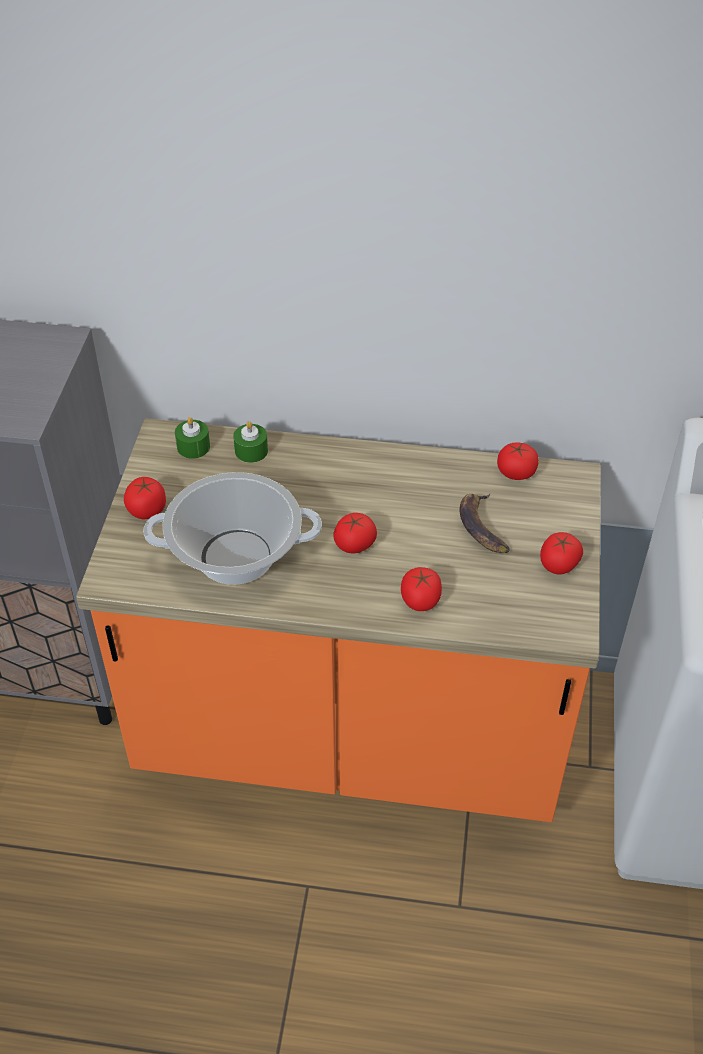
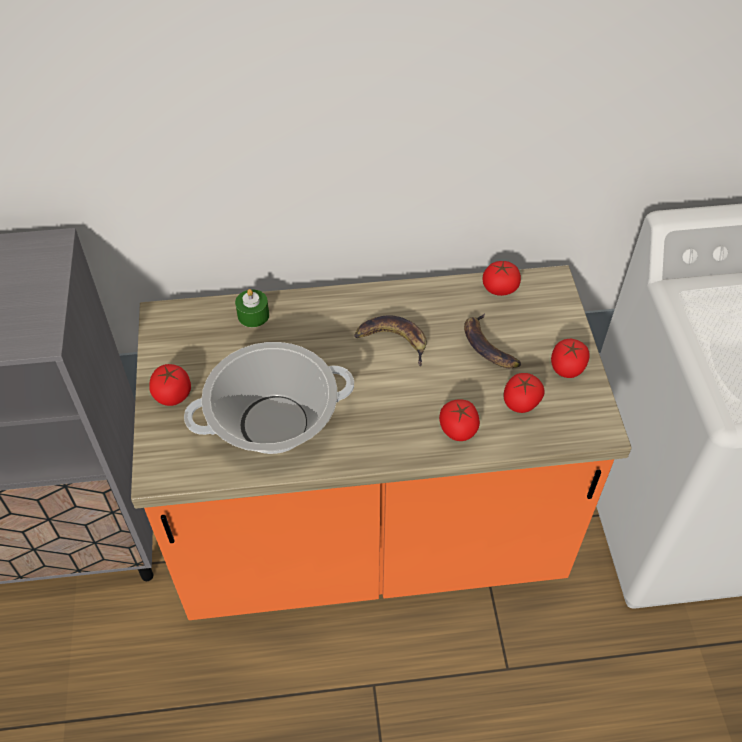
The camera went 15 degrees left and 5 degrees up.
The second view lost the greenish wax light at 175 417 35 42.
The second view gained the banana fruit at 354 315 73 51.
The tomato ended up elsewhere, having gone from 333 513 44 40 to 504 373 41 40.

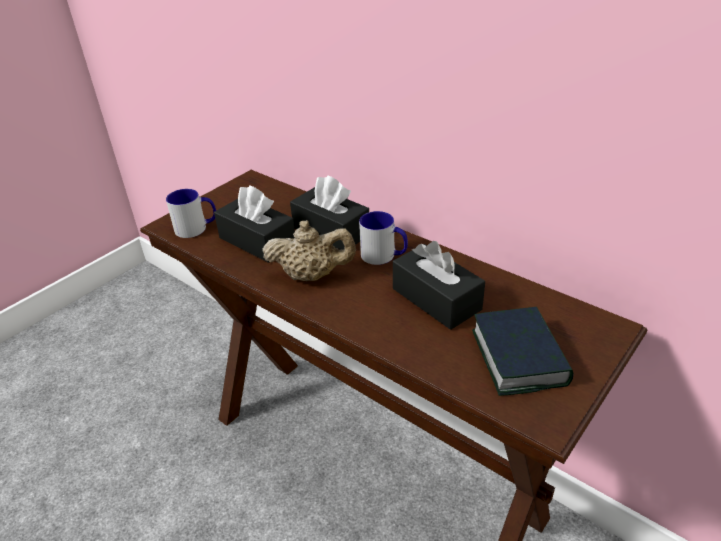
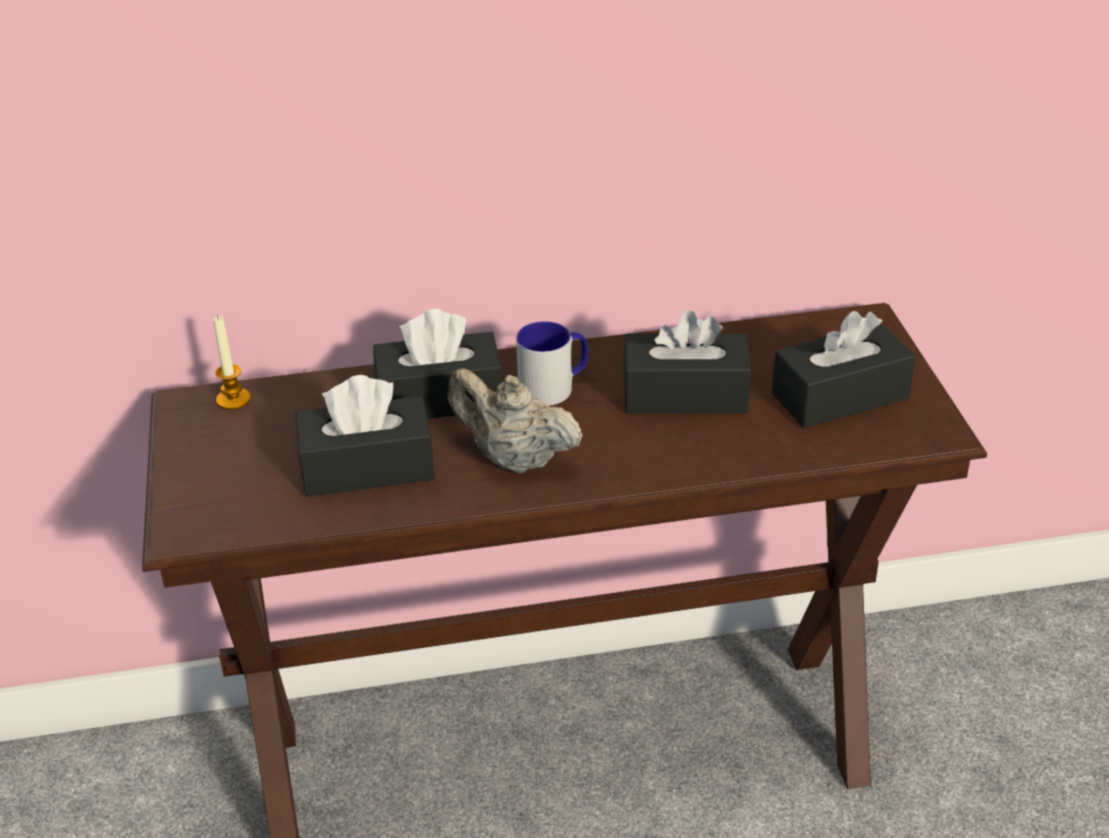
The camera went 50 degrees left and 0 degrees up.
The second view lost the tea mug at 166 189 50 49.
The second view gained the wax light at 213 315 38 95.
Where the book stood at 472 307 102 89, the black tissue box came to stand at 772 311 144 117.
The beige-coloured teapot at 262 220 94 61 ended up facing another way, 105 degrees counterclockwise from before.

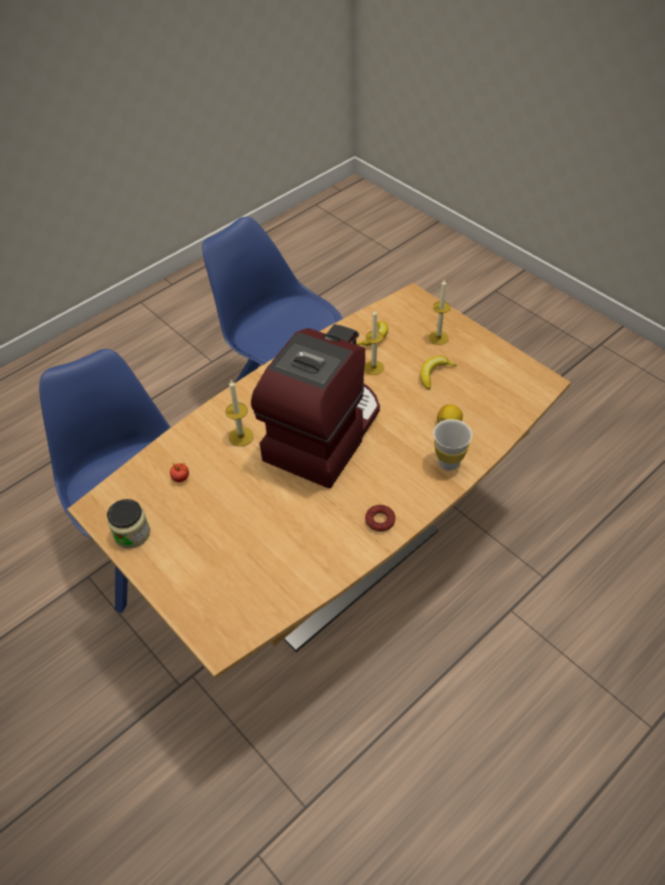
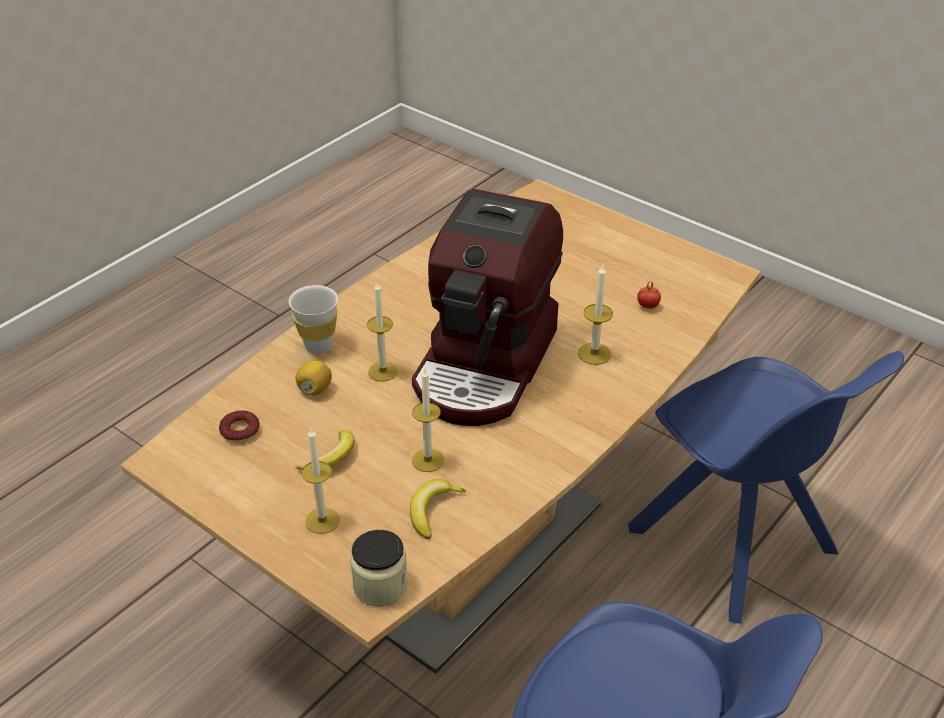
The camera went 170 degrees right and 10 degrees down.
The second view gained the wax light at 367 282 31 100.
The storage jar ended up elsewhere, having gone from 107 499 43 50 to 350 530 58 77.
The ring doughnut ended up elsewhere, having gone from 365 505 30 27 to 219 411 41 32.

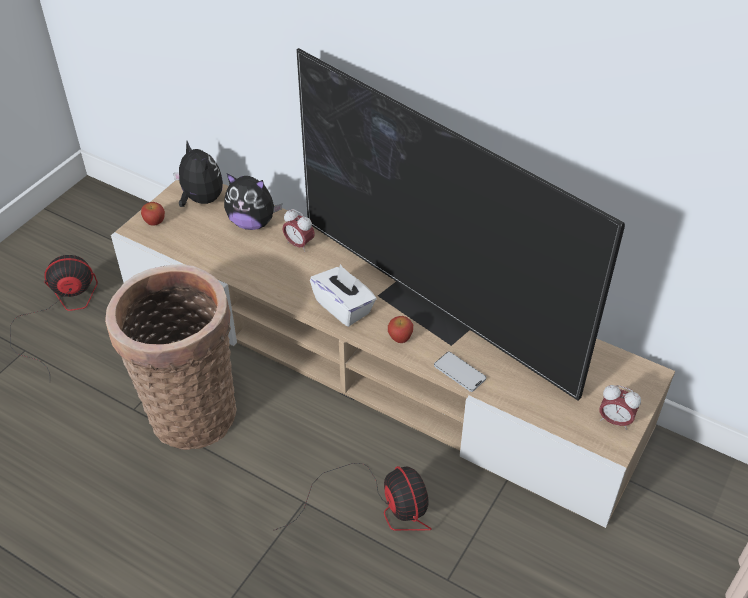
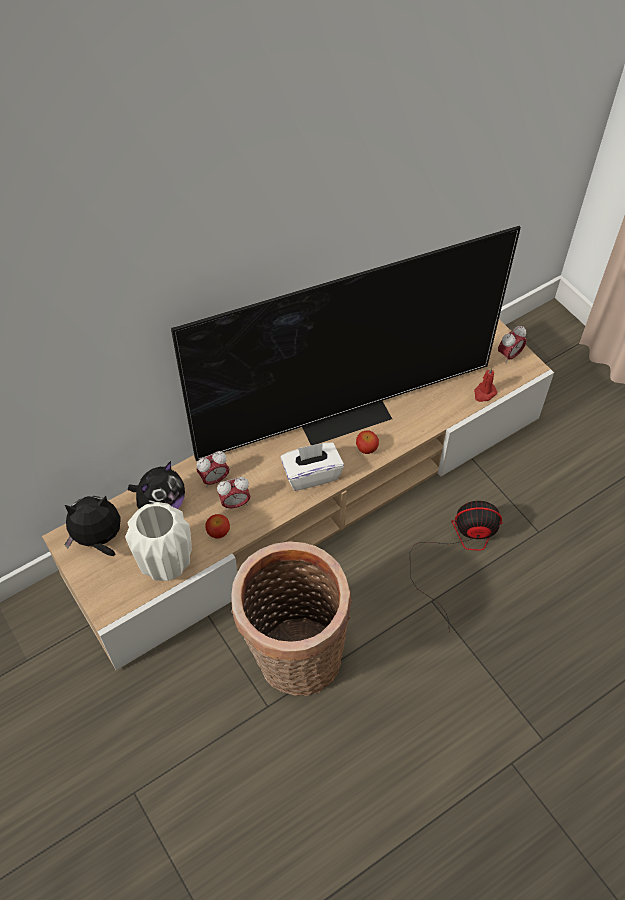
The camera went 65 degrees left and 10 degrees up.
The second view lost the electric fan at 10 255 88 119.
The second view lost the phone at 434 352 52 40.
The second view gained the whitish decorative vase at 125 502 67 79.
The second view gained the bedside clock at 217 477 33 34.
The second view gained the red wax light at 474 367 23 35.
The whole apple ended up elsewhere, having gone from 141 202 24 24 to 205 514 25 25.

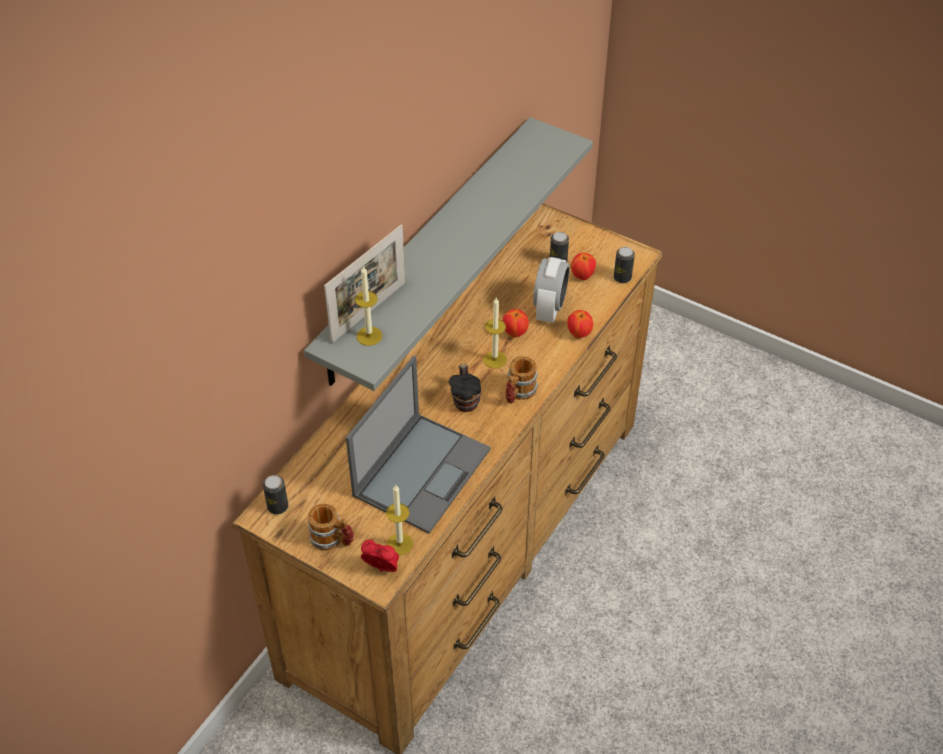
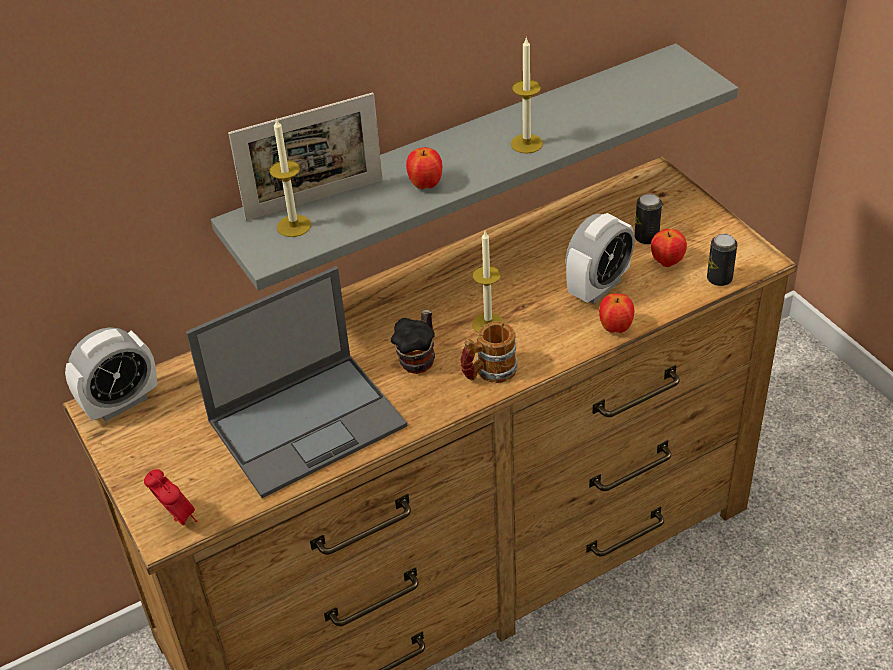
The camera went 30 degrees right and 5 degrees down.
The second view lost the tea mug at 308 504 46 47.
The wax light ended up elsewhere, having gone from 386 484 27 72 to 511 37 32 117.
The whole apple ended up elsewhere, having gone from 502 309 27 29 to 406 147 36 42.
Where the can stood at 263 475 25 39, the bedside clock came to stand at 65 327 92 94.

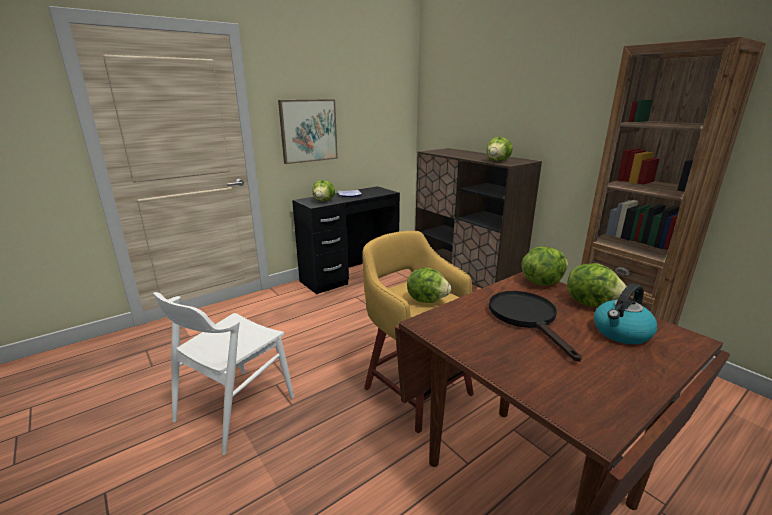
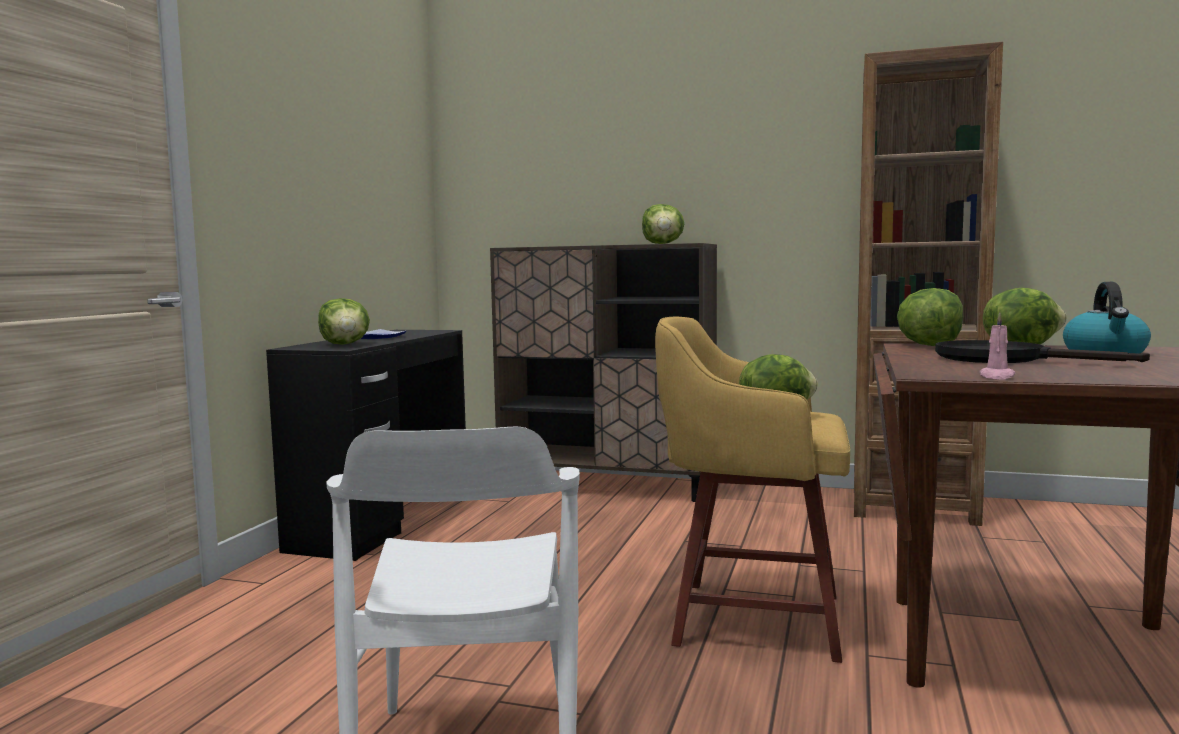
The camera went 35 degrees left and 15 degrees down.
The second view lost the wall picture at 278 99 60 65.
The second view gained the pink-coloured wax light at 980 312 35 68.

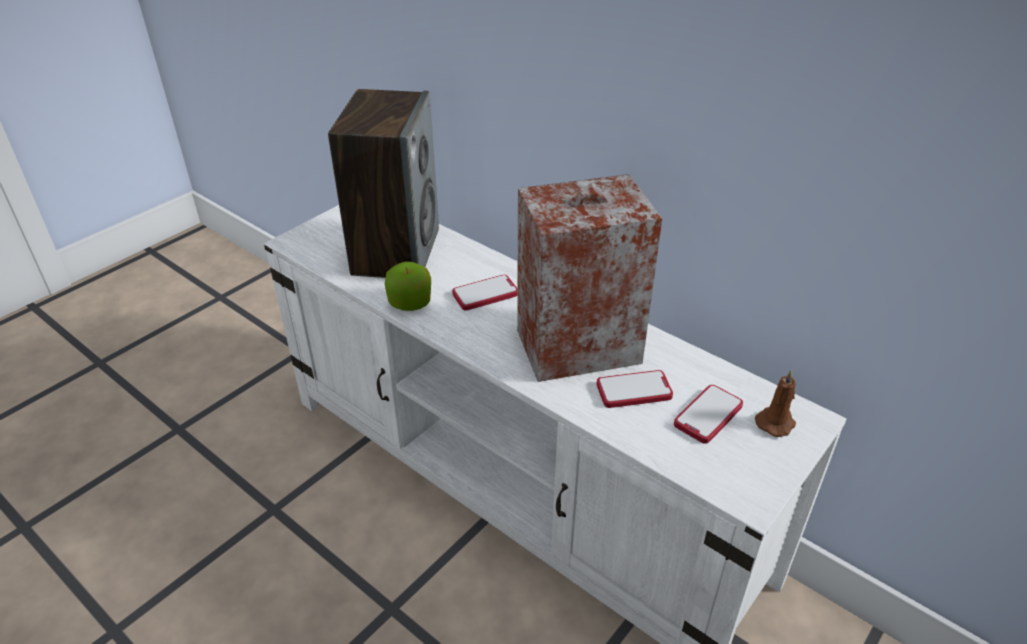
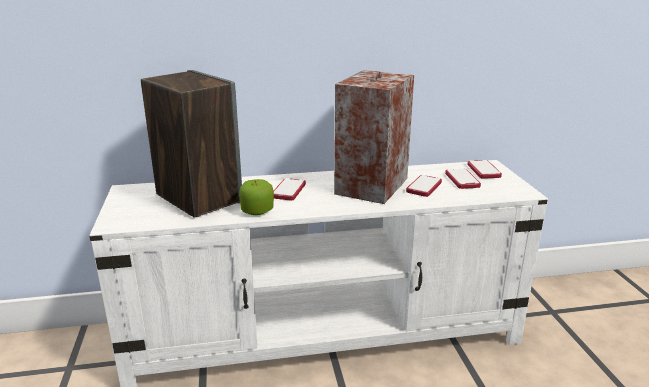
The camera went 50 degrees left and 15 degrees down.
Where the brown wax light stood at 755 370 41 67, the phone came to stand at 467 160 35 19.

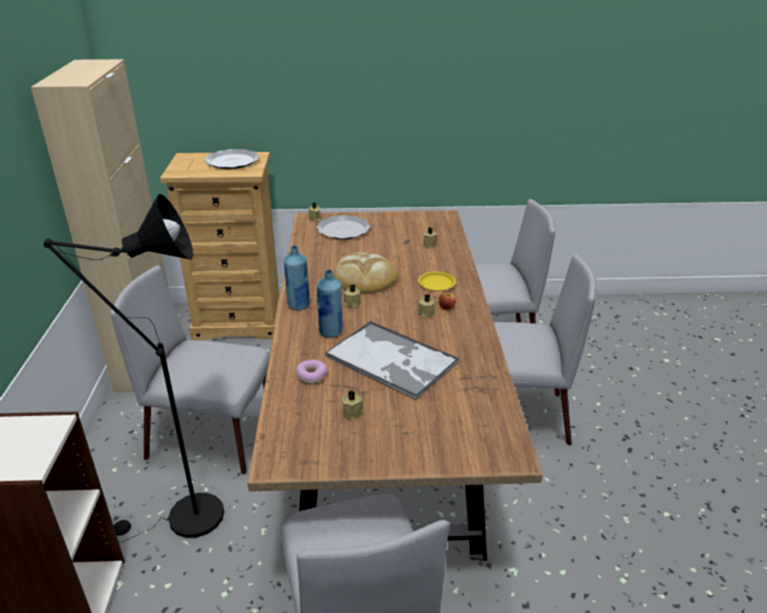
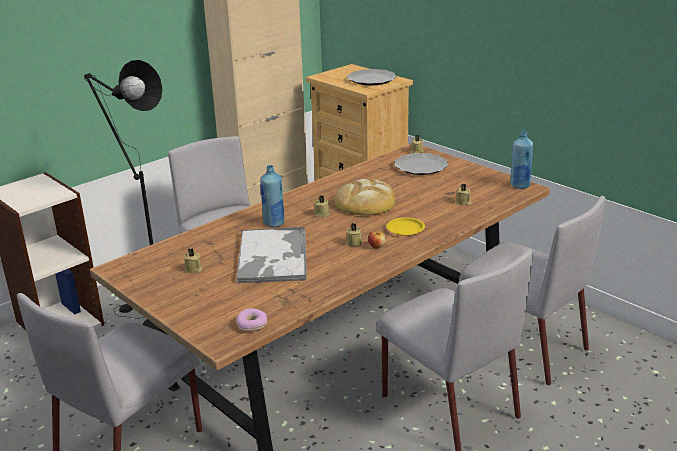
The camera went 50 degrees right and 5 degrees down.
The blue drink bottle ended up elsewhere, having gone from 284 246 26 64 to 510 131 23 58.
The ring doughnut ended up elsewhere, having gone from 296 360 31 24 to 236 308 31 24.

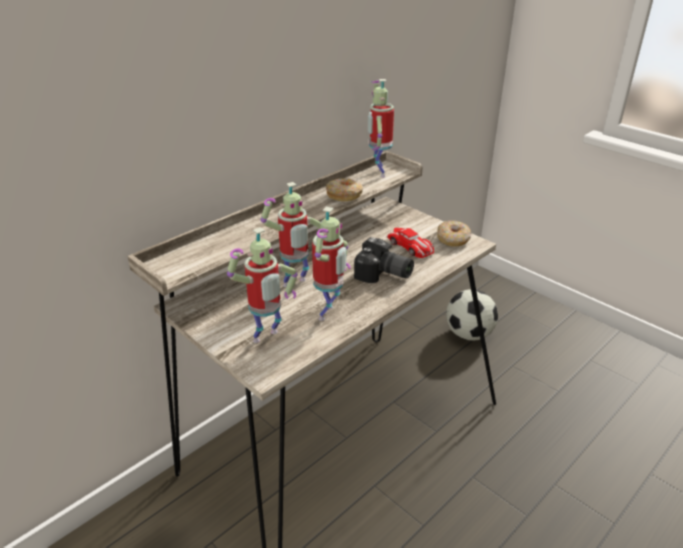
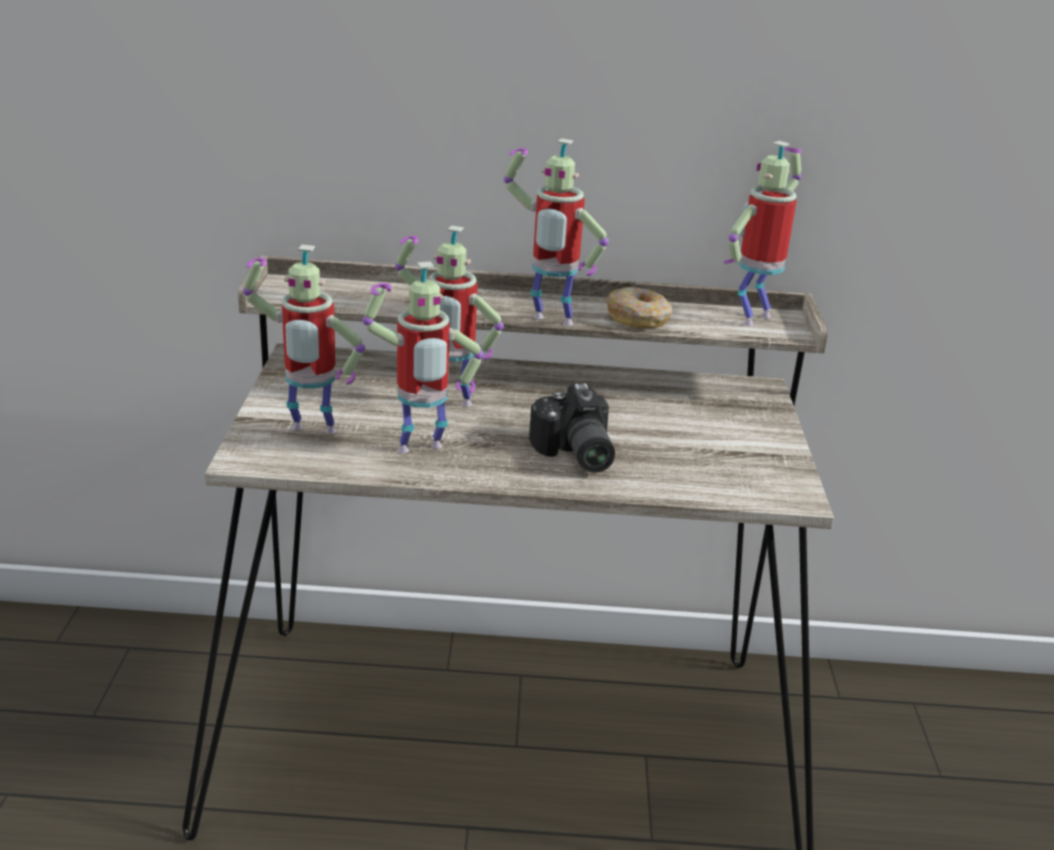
The camera went 45 degrees right and 5 degrees down.
The second view lost the model car at 386 228 48 30.
The second view lost the ring doughnut at 437 221 34 26.
The second view lost the football ball at 446 289 52 51.
The second view gained the robot figure at 504 139 105 187.

